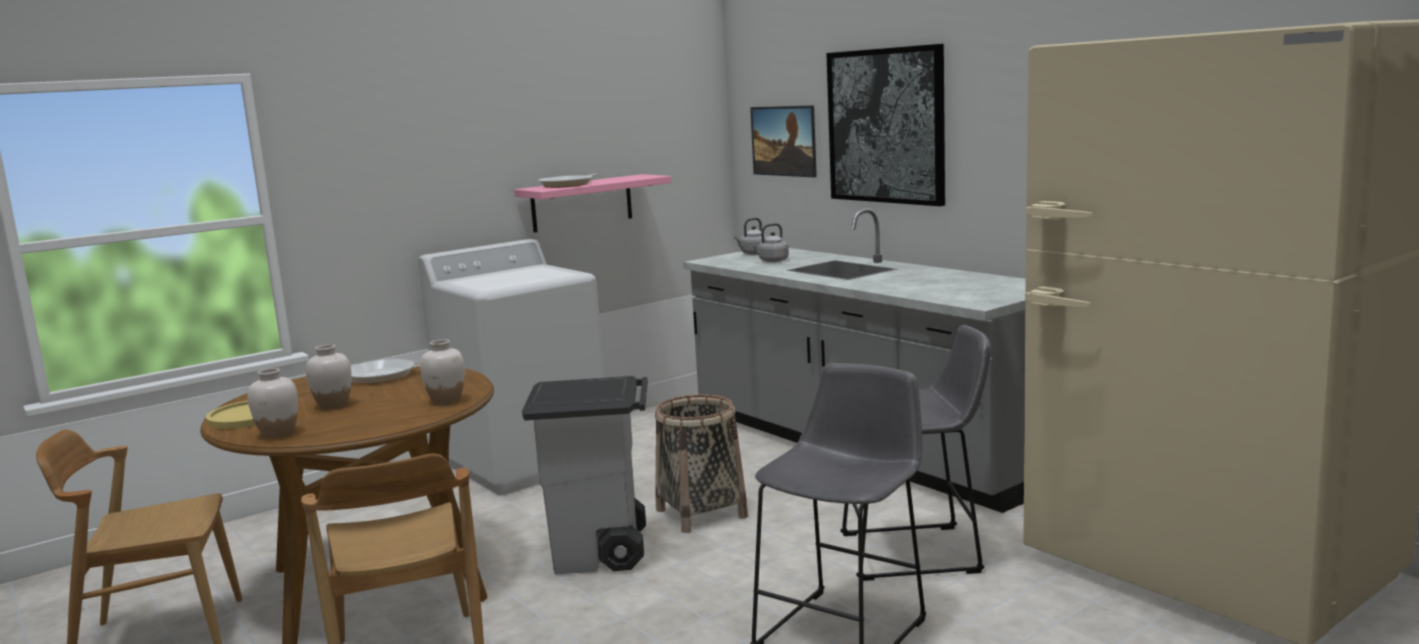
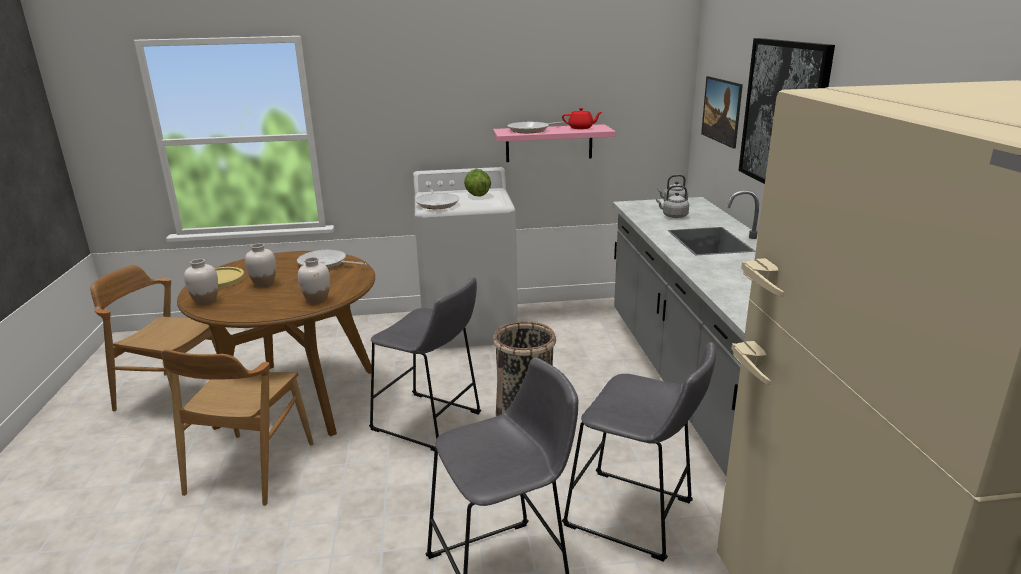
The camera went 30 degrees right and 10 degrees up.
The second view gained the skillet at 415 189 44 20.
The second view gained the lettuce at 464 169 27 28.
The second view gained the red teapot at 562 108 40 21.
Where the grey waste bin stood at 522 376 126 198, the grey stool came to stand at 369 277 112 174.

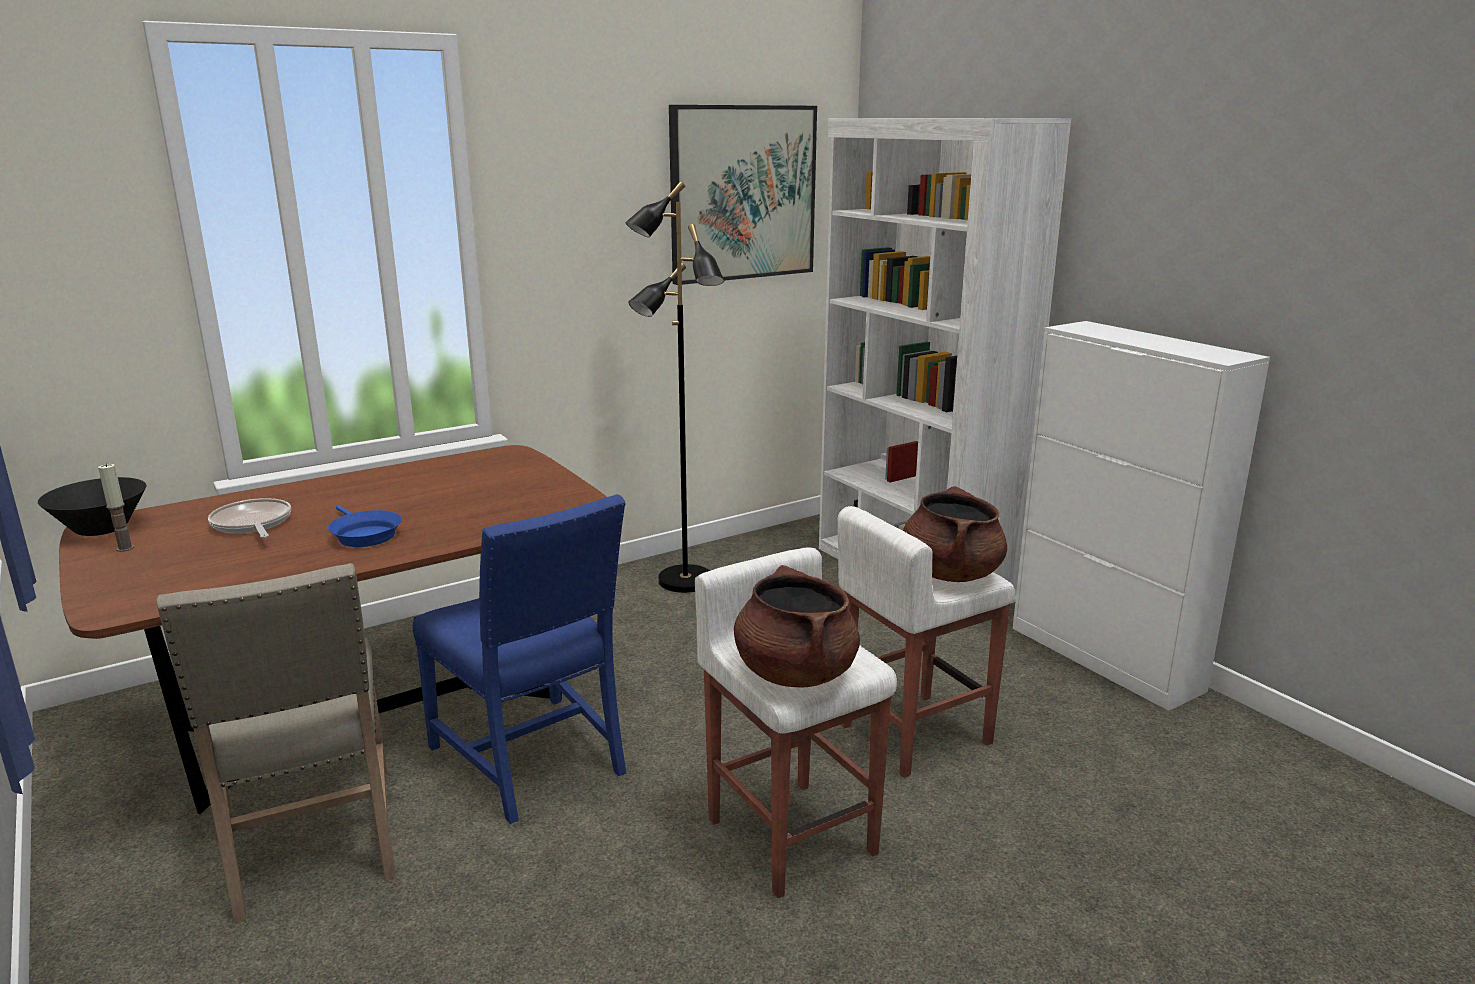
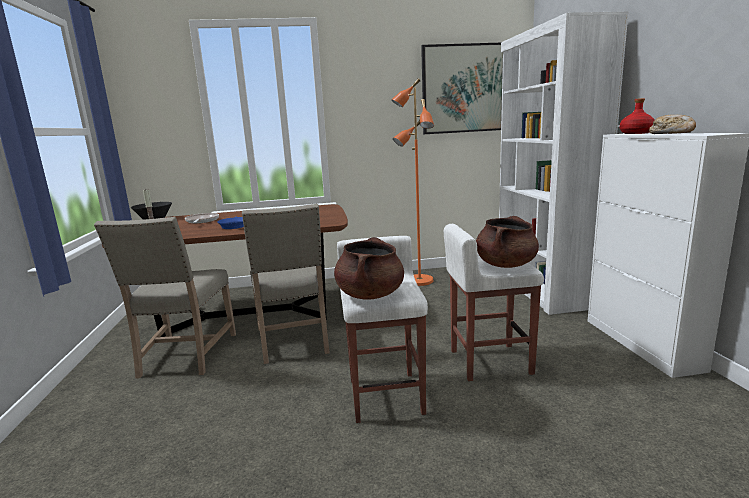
The camera went 25 degrees right and 5 degrees down.
The second view gained the red drink bottle at 620 98 35 36.
The second view gained the baked bread at 649 115 47 19.
What was the blue plain chair at 413 494 213 330 turned into the beige-coloured plain chair at 242 204 88 160.
What was the black floor lamp at 625 181 99 412 turned into the orange-coloured floor lamp at 392 78 42 208.

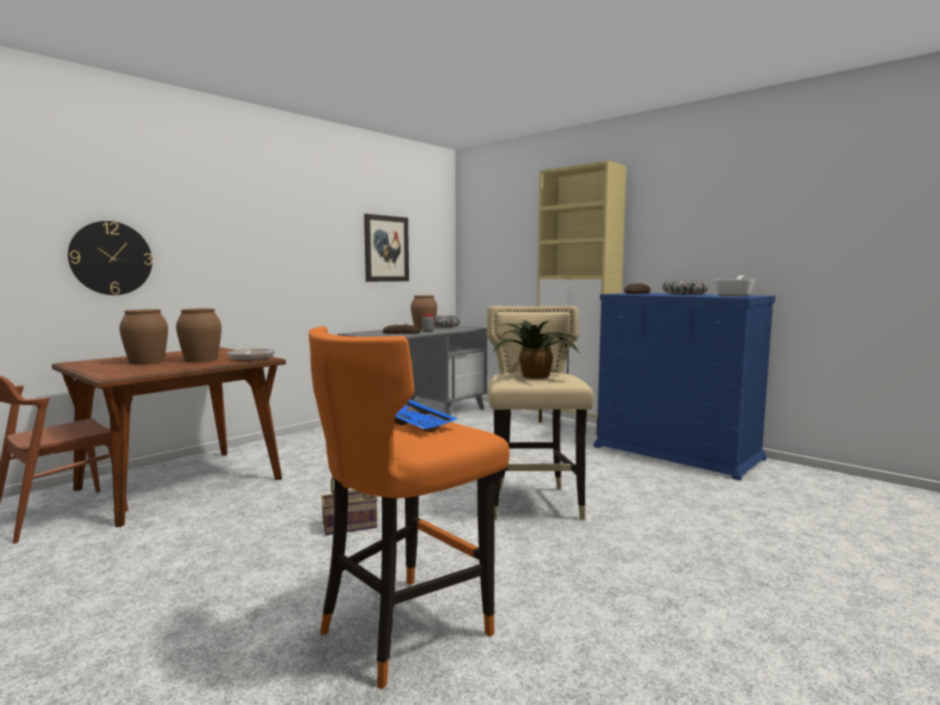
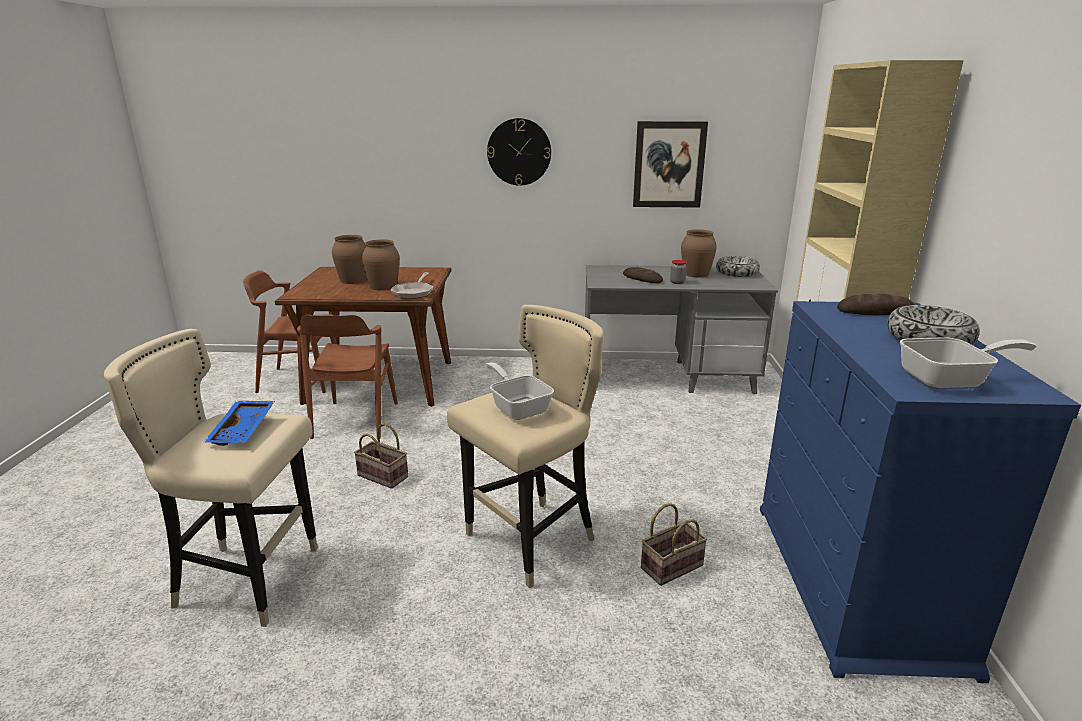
The camera went 50 degrees right and 15 degrees up.
The second view gained the brown plain chair at 297 315 101 124.
The second view gained the household basket at 641 503 67 83.
The clock on the wall ended up elsewhere, having gone from 68 221 85 74 to 487 118 64 68.
Where the potted plant stood at 494 321 85 58, the skillet came to stand at 486 362 68 58.
What was the orange-coloured stool at 309 326 201 363 turned into the beige-coloured stool at 104 329 214 298.

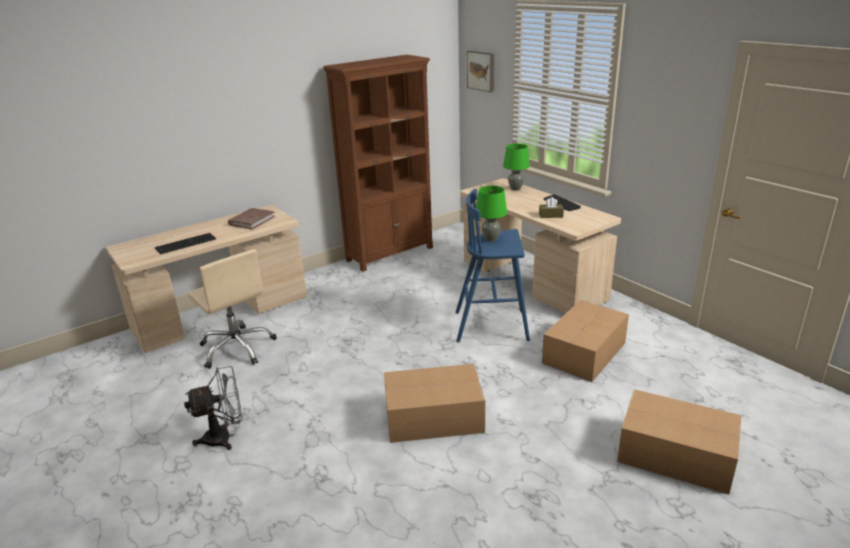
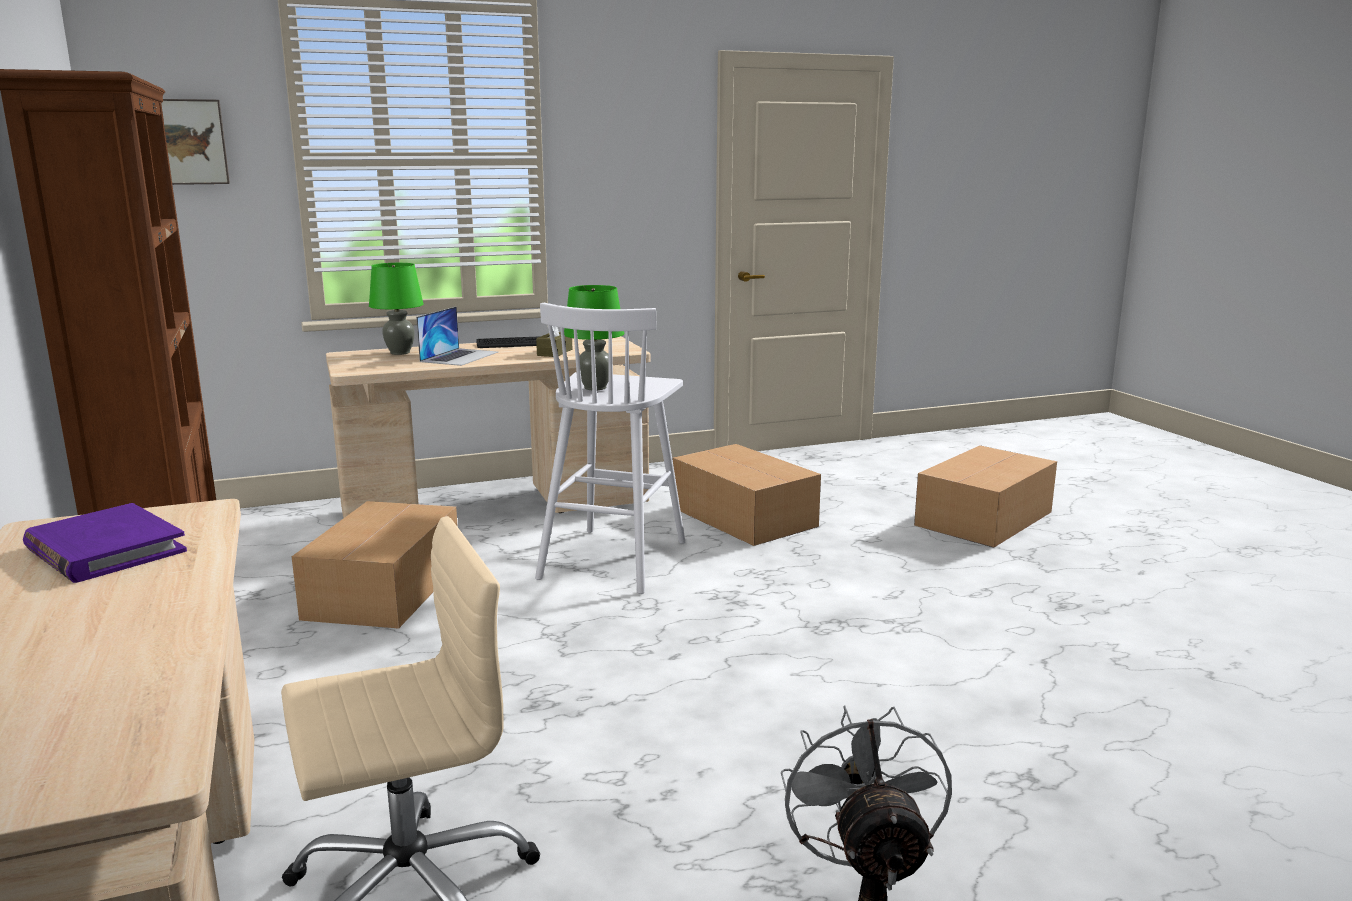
The camera went 75 degrees left and 10 degrees down.
The second view lost the computer keyboard at 155 233 61 22.
The second view gained the laptop at 416 306 82 60.
The carton ended up elsewhere, having gone from 384 364 101 79 to 292 501 166 128.
What was the brown book at 228 208 47 22 turned into the purplish book at 23 503 164 80.
What was the blue stool at 455 189 75 153 turned into the whitish stool at 535 303 150 291.

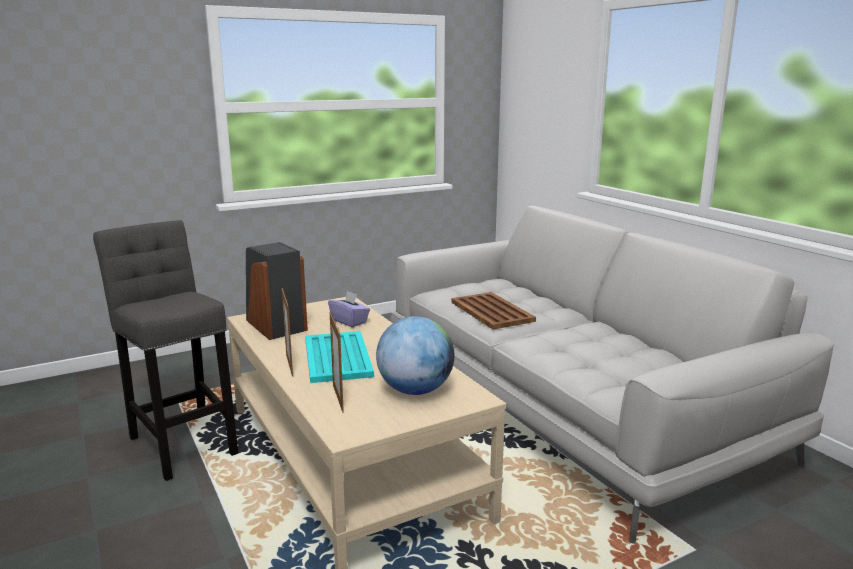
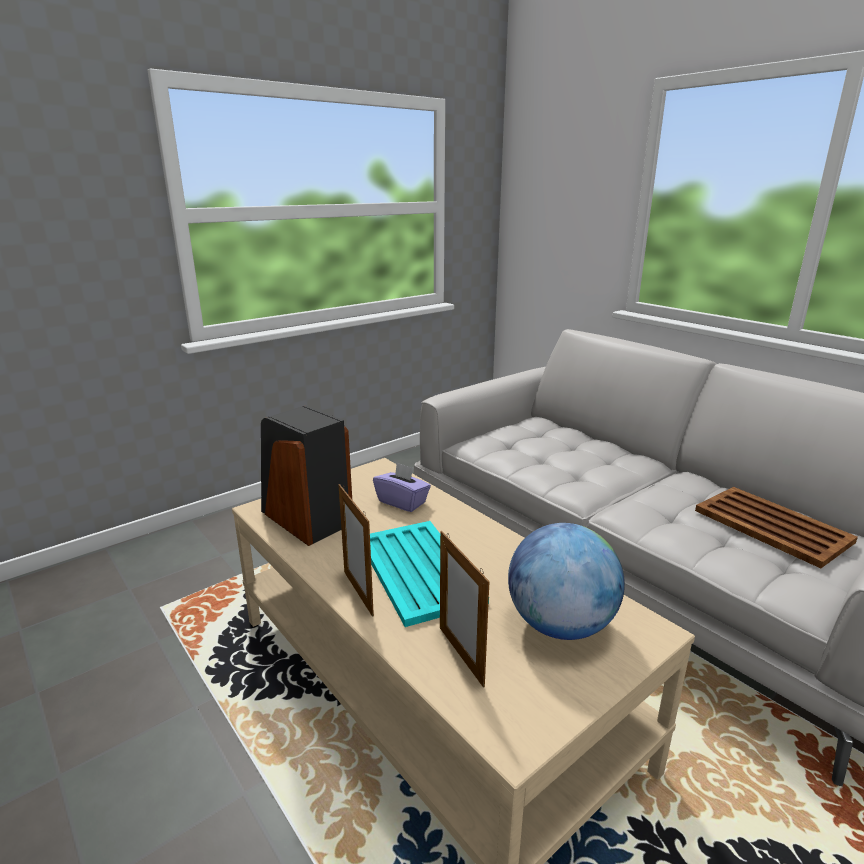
The camera went 10 degrees left and 5 degrees up.
The second view lost the grey stool at 93 220 145 261.
The brown tray ended up elsewhere, having gone from 452 292 84 38 to 695 487 163 81.

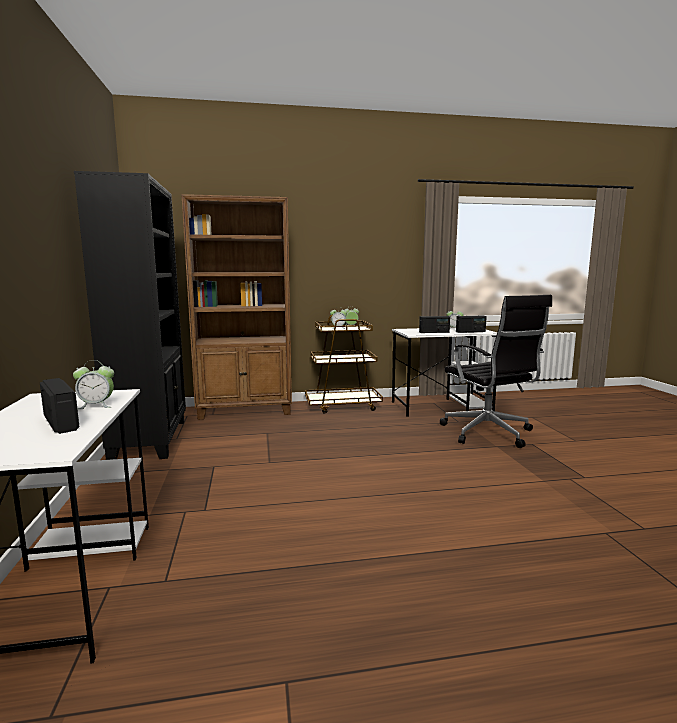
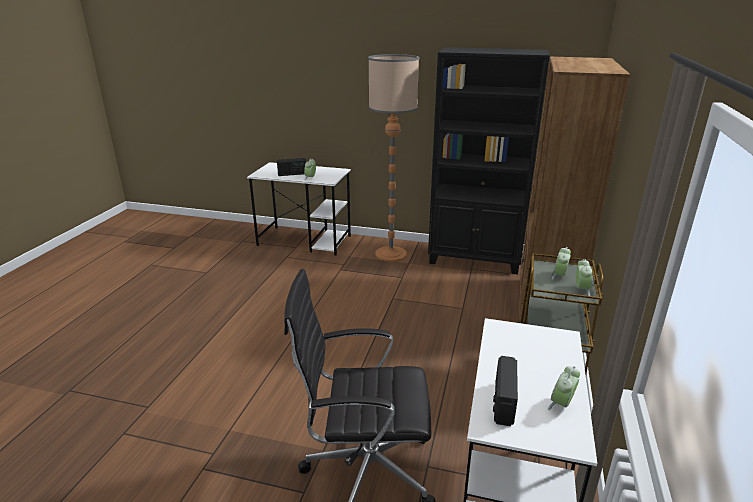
The camera went 115 degrees right and 15 degrees up.
The second view lost the radio set at 419 316 31 17.
The second view gained the floor lamp at 368 54 52 208.

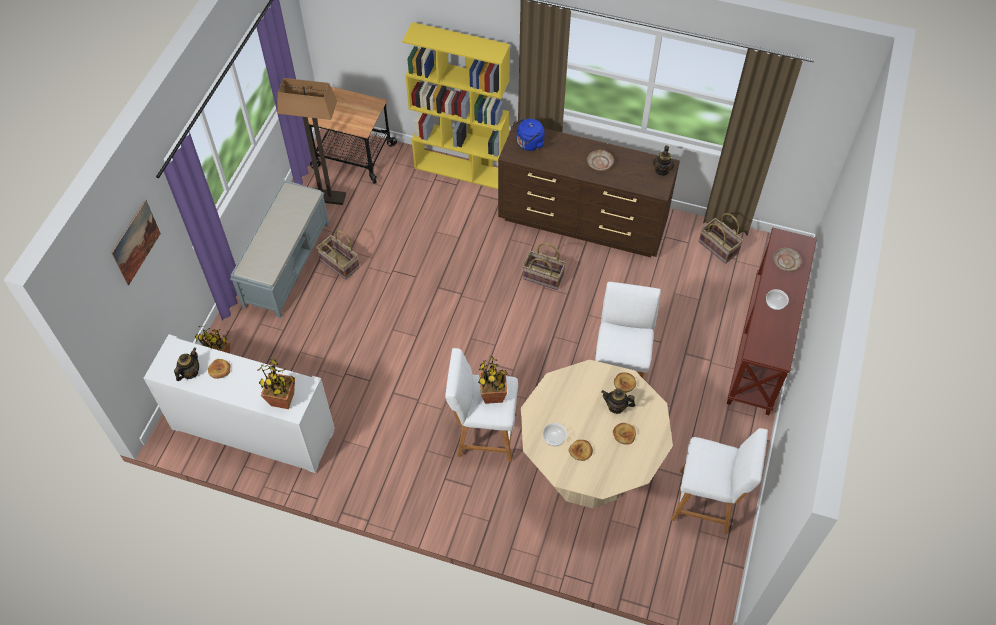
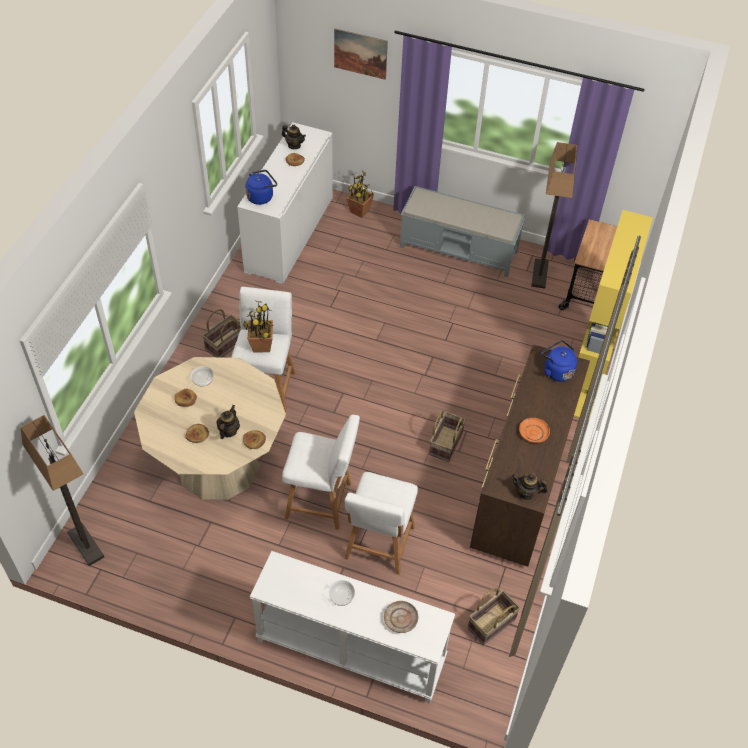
The camera went 90 degrees right and 5 degrees down.
The second view gained the floor lamp at 21 415 83 151.
The household basket ended up elsewhere, having gone from 316 230 44 50 to 202 309 39 48.
The whitish stool ended up elsewhere, having gone from 671 428 97 106 to 344 472 74 103.
Where the potted plant stood at 258 359 37 50, the blue kettle came to stand at 245 170 32 35.
What was the beige-coloured plate at 587 150 27 21 turned into the orange-coloured plate at 519 418 31 25.
What was the brown console table at 727 228 90 187 turned into the whitish console table at 250 551 205 153.

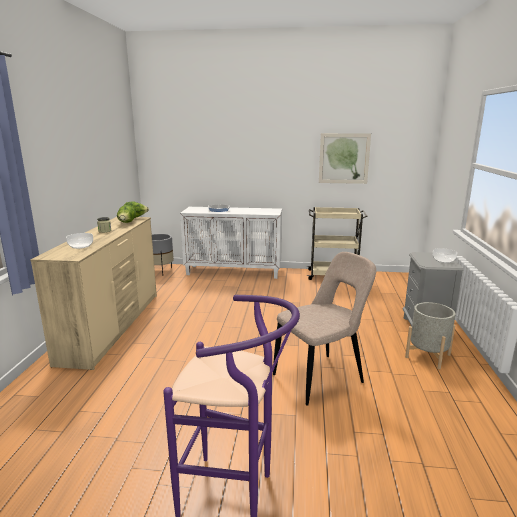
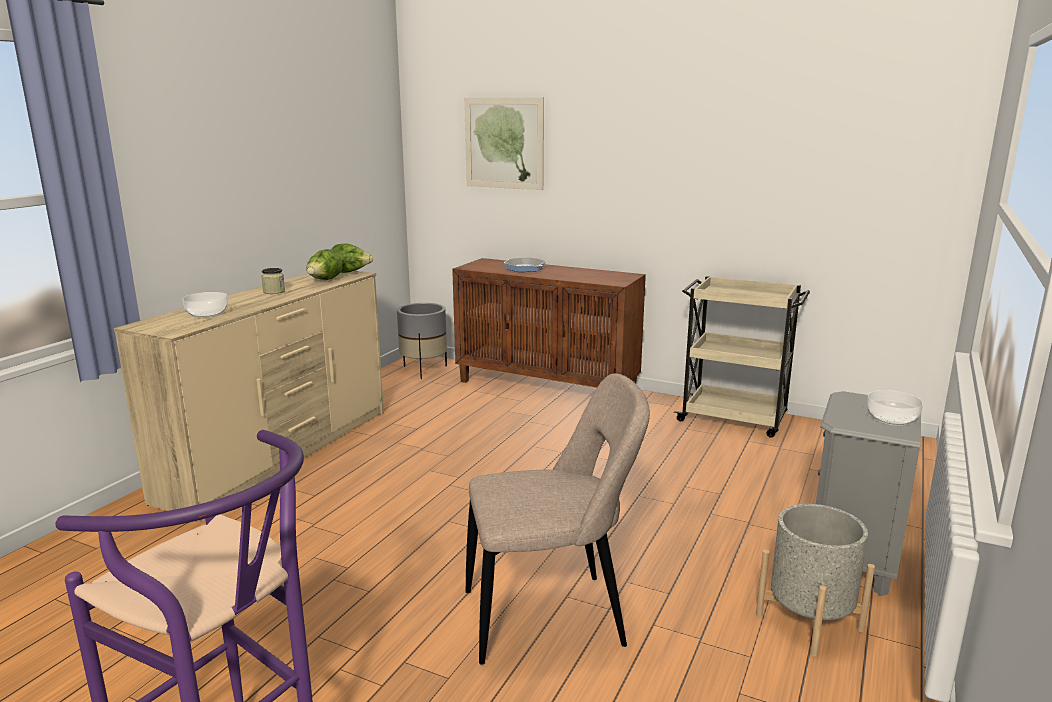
The camera went 20 degrees right and 0 degrees up.
The wall picture ended up elsewhere, having gone from 319 133 52 51 to 464 98 80 92.
What was the whitish storage cabinet at 180 207 102 72 turned into the brown storage cabinet at 452 258 194 130.

